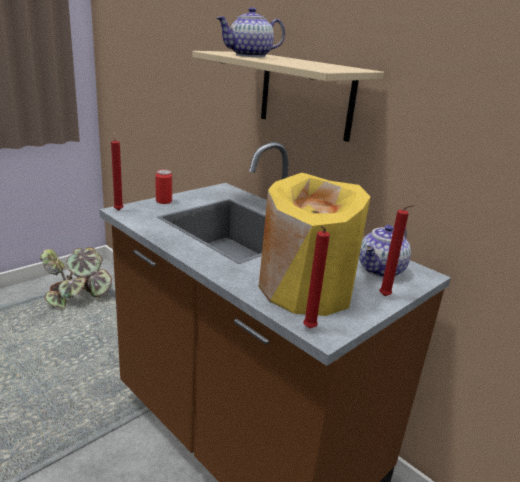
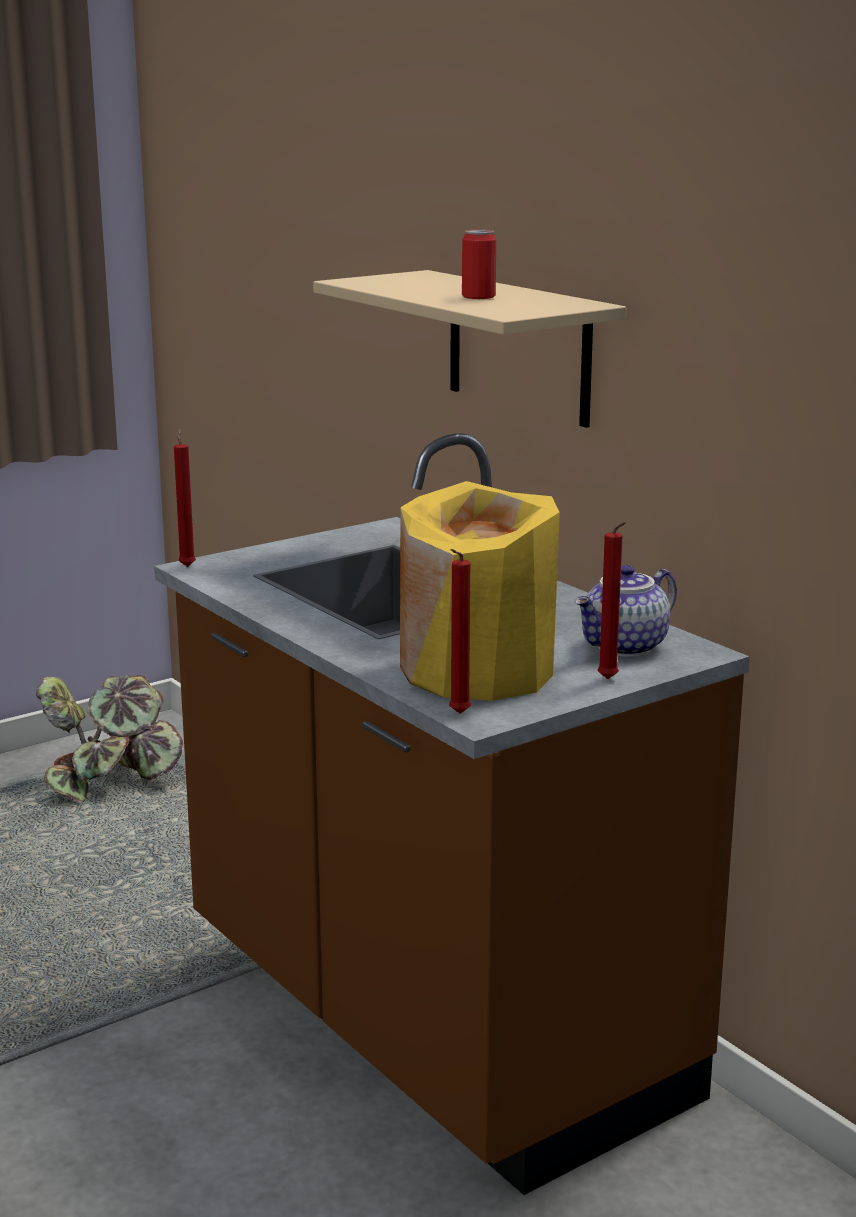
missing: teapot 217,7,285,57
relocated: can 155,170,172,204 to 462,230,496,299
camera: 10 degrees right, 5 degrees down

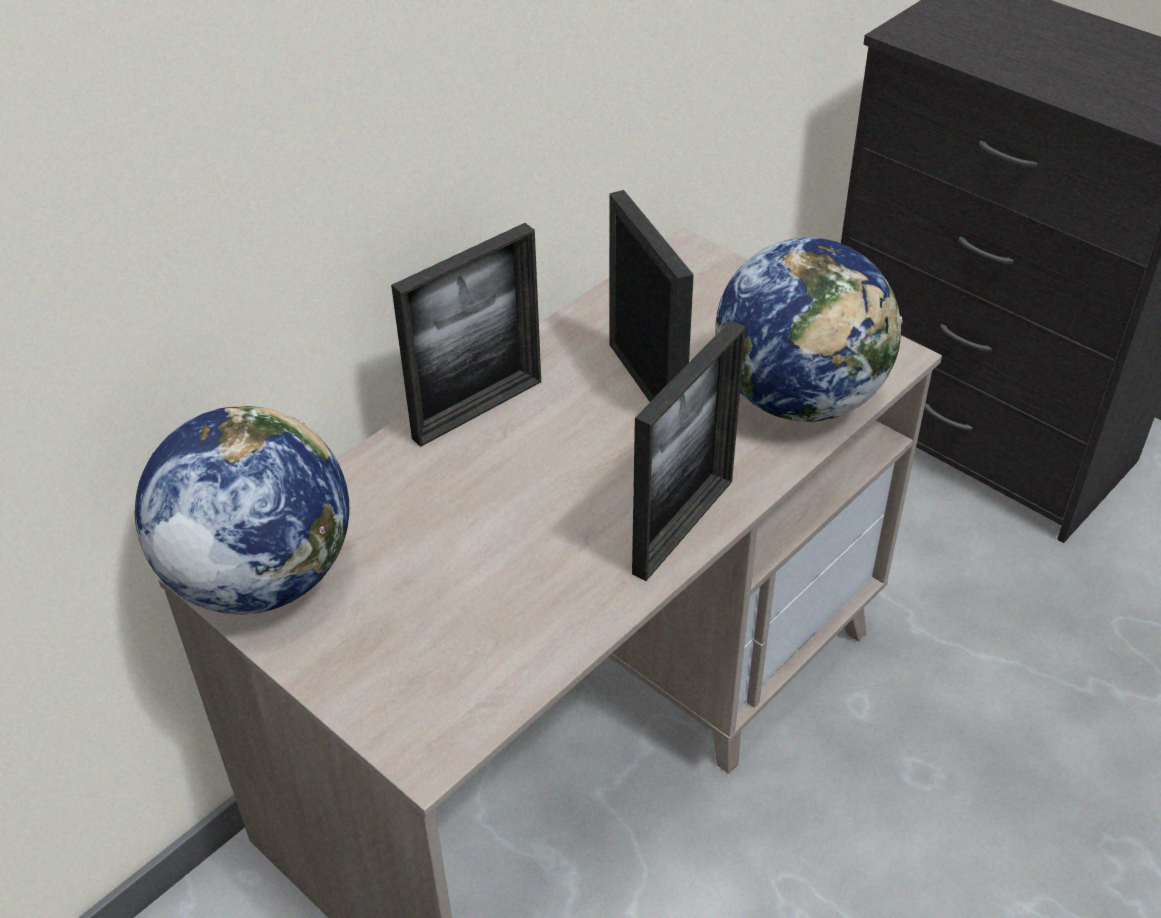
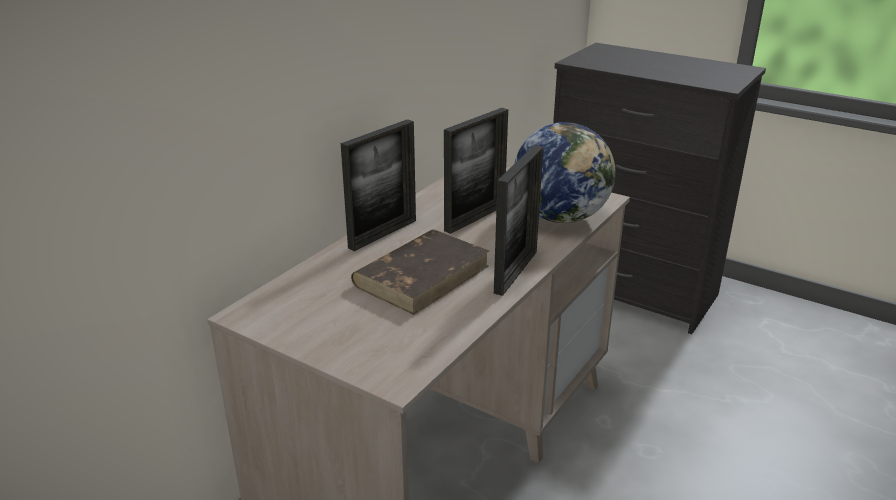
missing: globe 135,406,349,614
appeared: brown book 351,229,489,315
spun: picture frame 609,190,694,402 = 444,108,508,234 75 degrees clockwise
camera: 10 degrees left, 15 degrees down

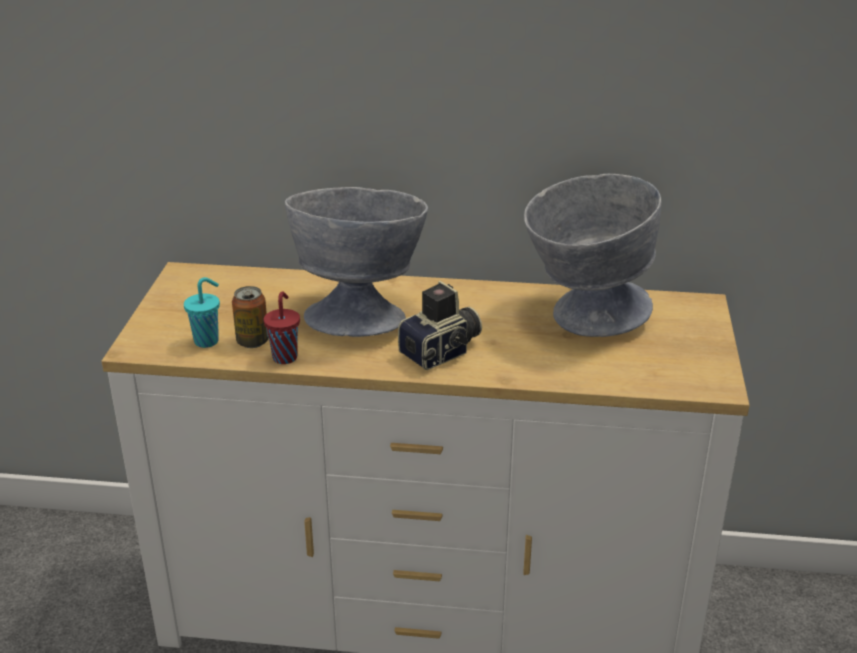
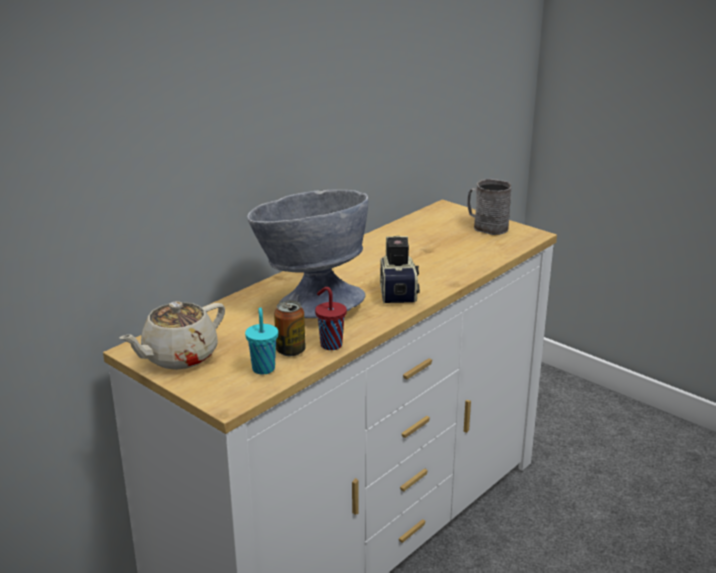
missing: grey bowl 524,174,662,337
appeared: grey mug 467,179,511,235; beige teapot 119,301,225,370
camera: 55 degrees left, 5 degrees down

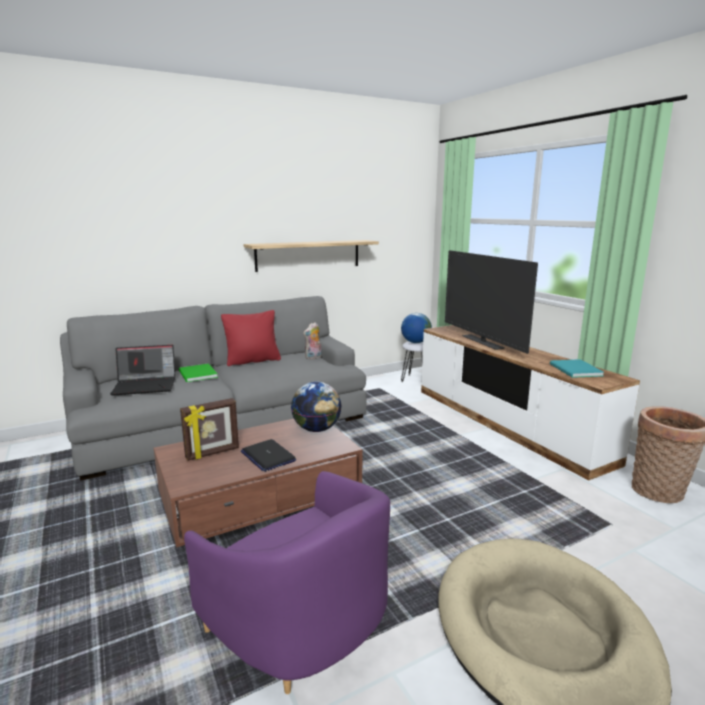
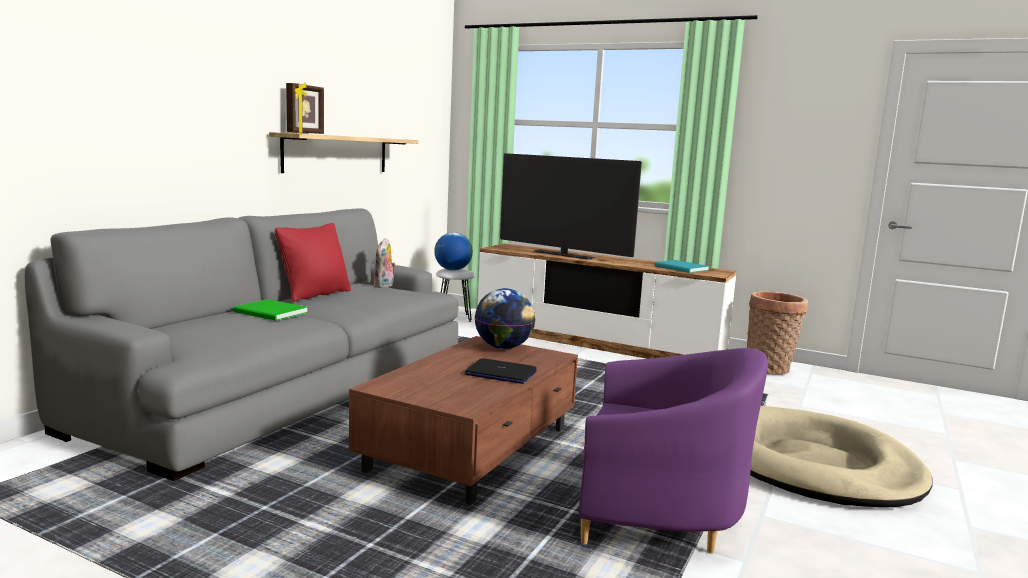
missing: laptop 110,345,176,396
relocated: picture frame 180,398,239,461 to 286,83,324,134
camera: 35 degrees left, 5 degrees down

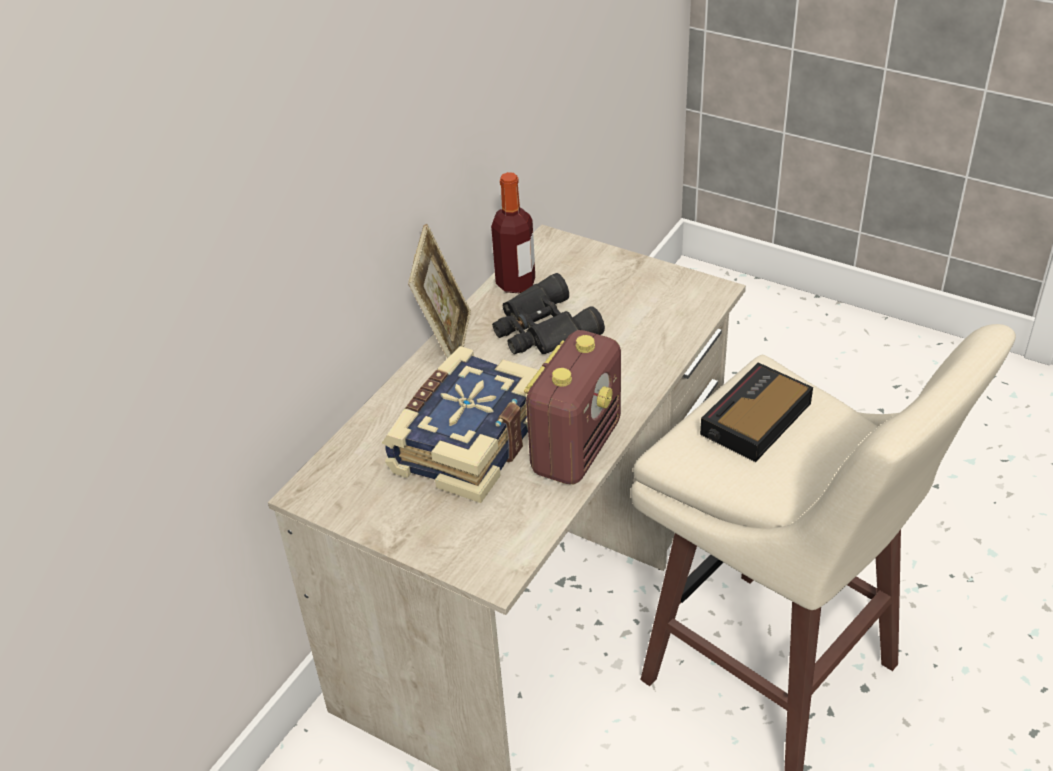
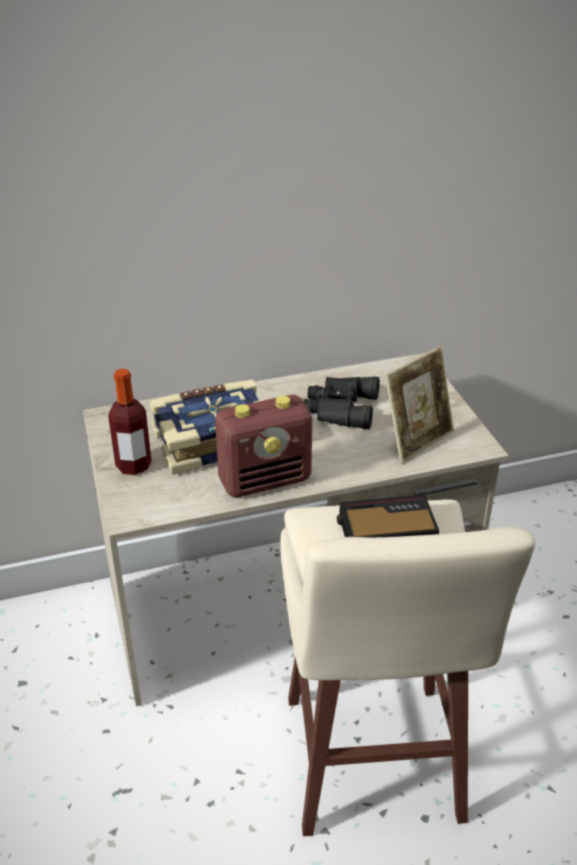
relocated: bottle 491,172,535,293 to 108,369,152,475; picture frame 408,224,471,358 to 385,346,454,464
camera: 40 degrees right, 5 degrees down

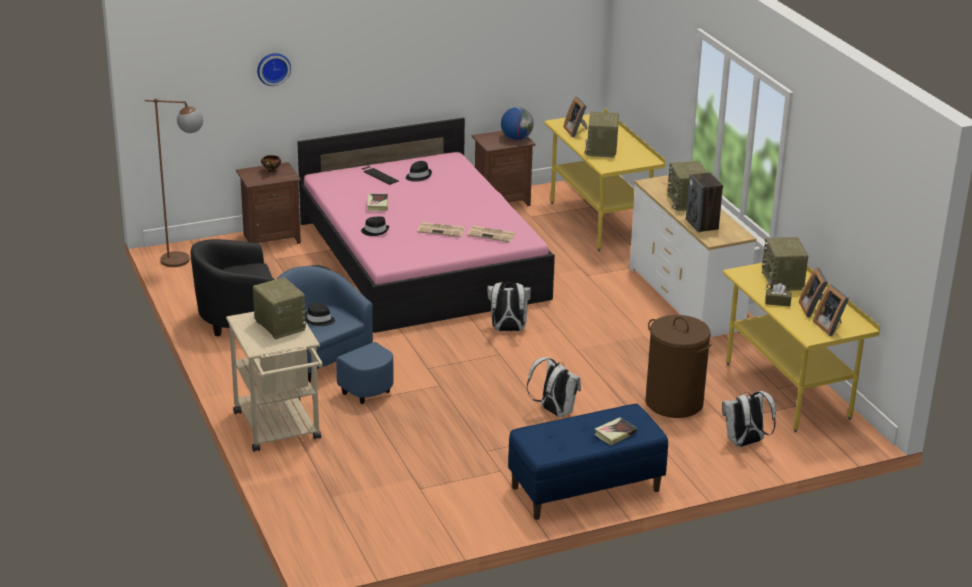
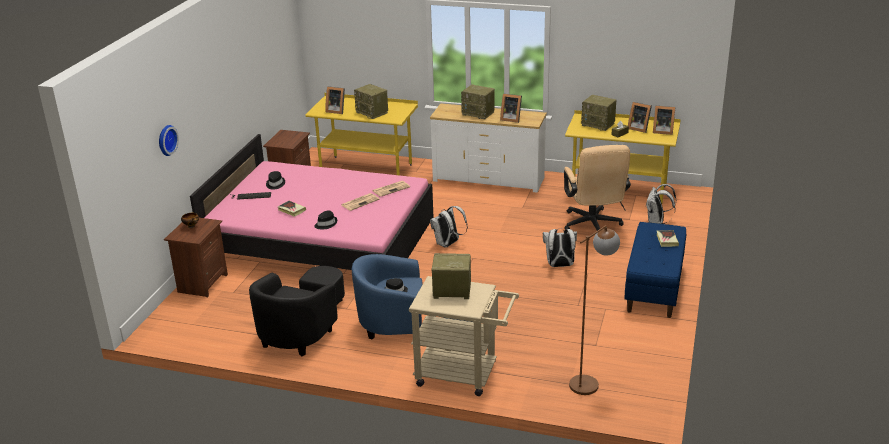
missing: globe 501,107,534,140
relocated: brown floor lamp 145,99,203,267 to 569,225,620,395
exchanged: speaker 686,172,723,232 to picture frame 500,94,522,123; brown laundry basket 645,315,712,418 to beige office chair 564,145,631,231
camera: 50 degrees left, 0 degrees up

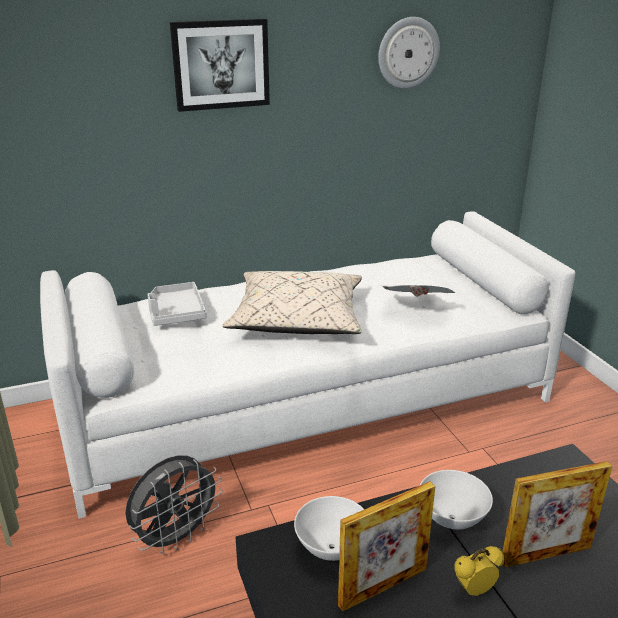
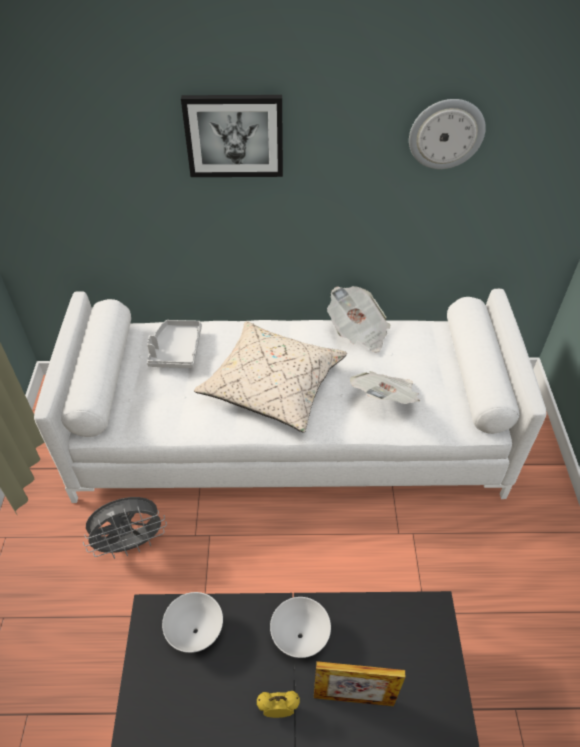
missing: picture frame 338,482,435,612
appeared: newspaper 327,286,391,352
camera: 20 degrees right, 20 degrees up

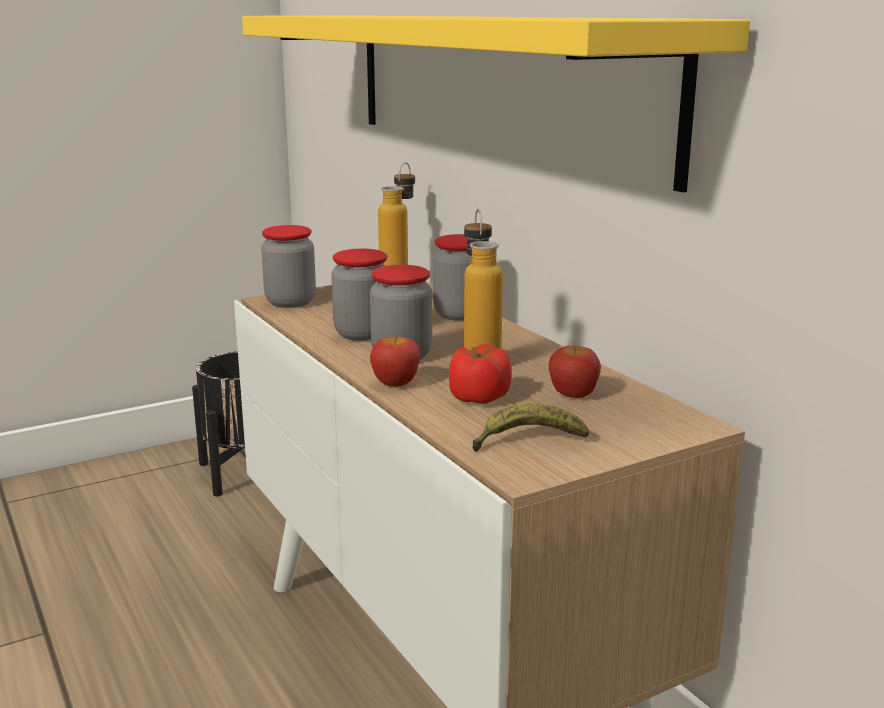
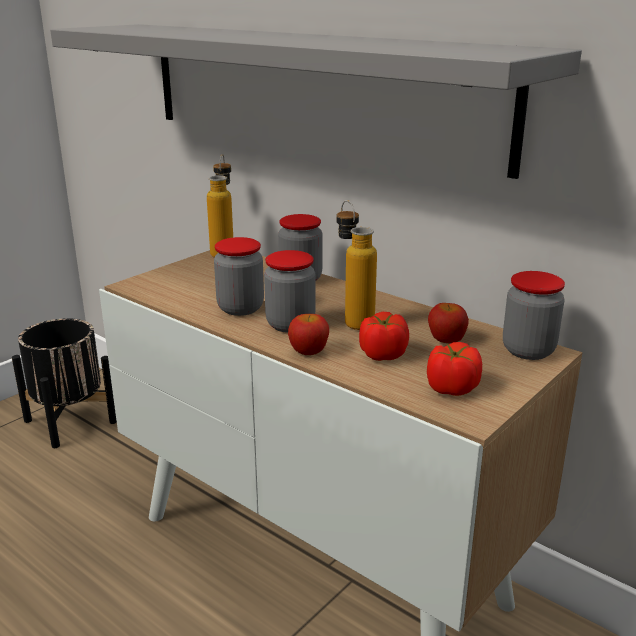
relocated: jar 261,225,316,308 to 503,271,565,360
exchanged: banana 472,403,589,452 to tomato 427,342,482,396
colour: yellow shelf 242,15,750,192 to grey shelf 50,24,582,179
camera: 20 degrees left, 5 degrees up

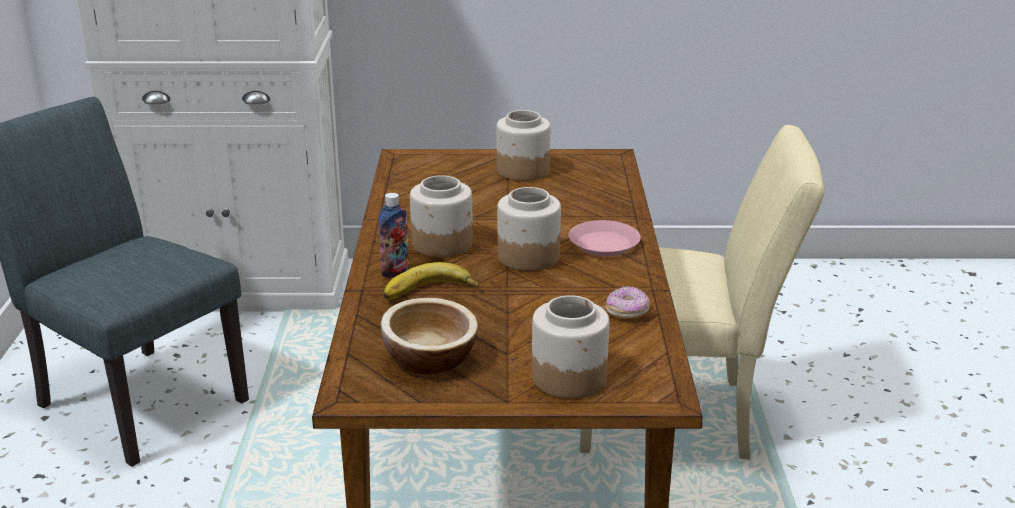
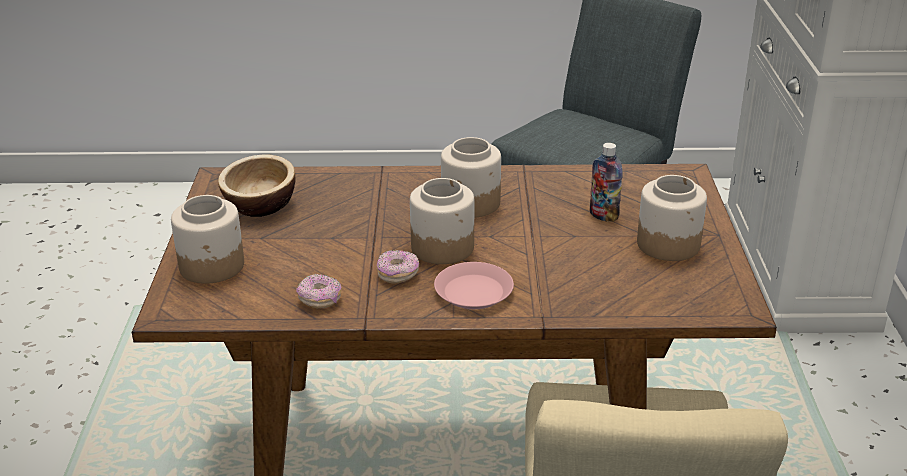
missing: banana 383,262,479,299
appeared: donut 376,250,419,283
relocated: bottle 379,193,409,278 to 590,143,623,222
camera: 90 degrees right, 5 degrees up

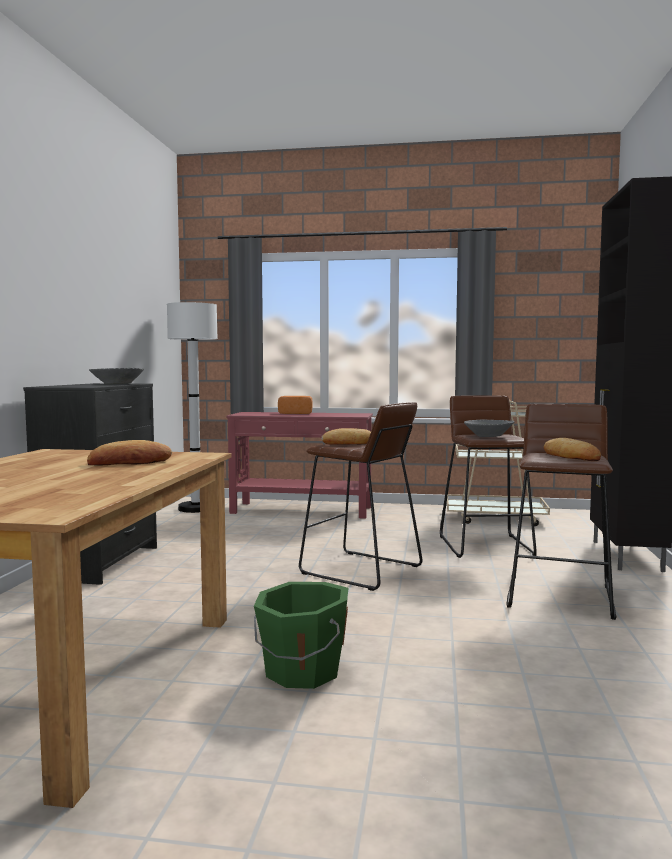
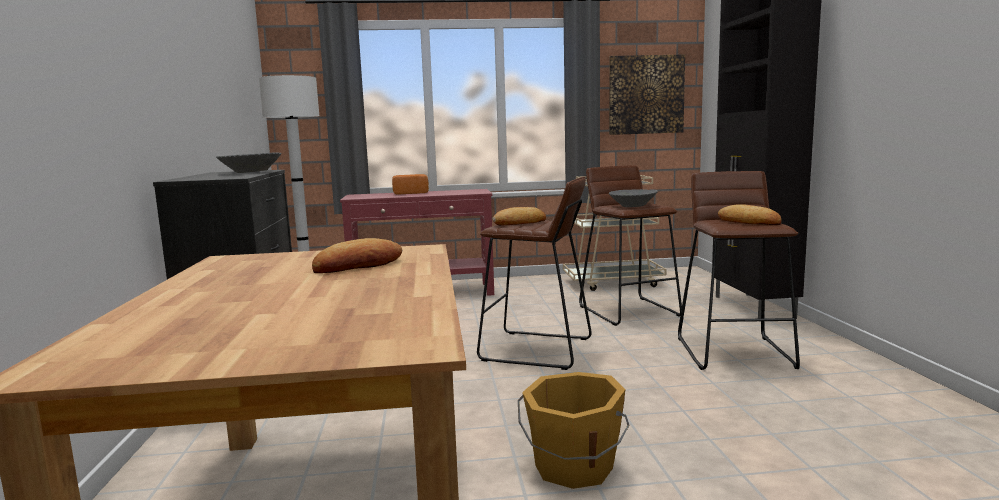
appeared: picture 609,54,685,135
colour: green bucket 254,582,348,689 to orange bucket 518,372,629,489
camera: 15 degrees left, 5 degrees up

